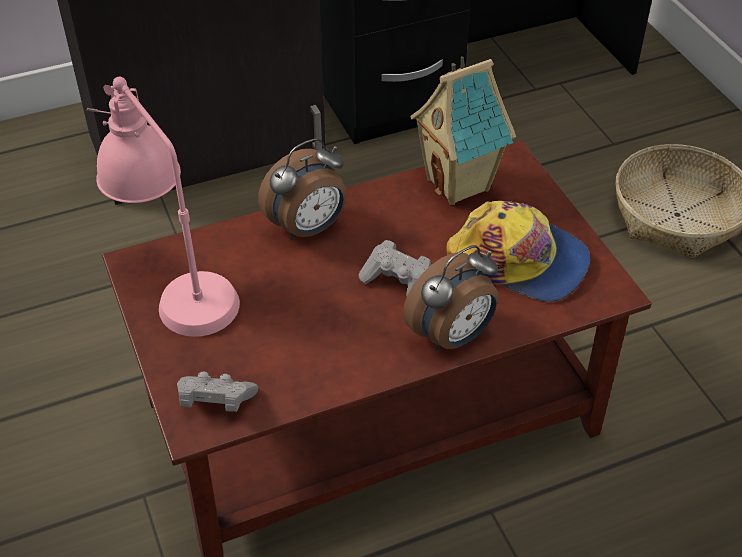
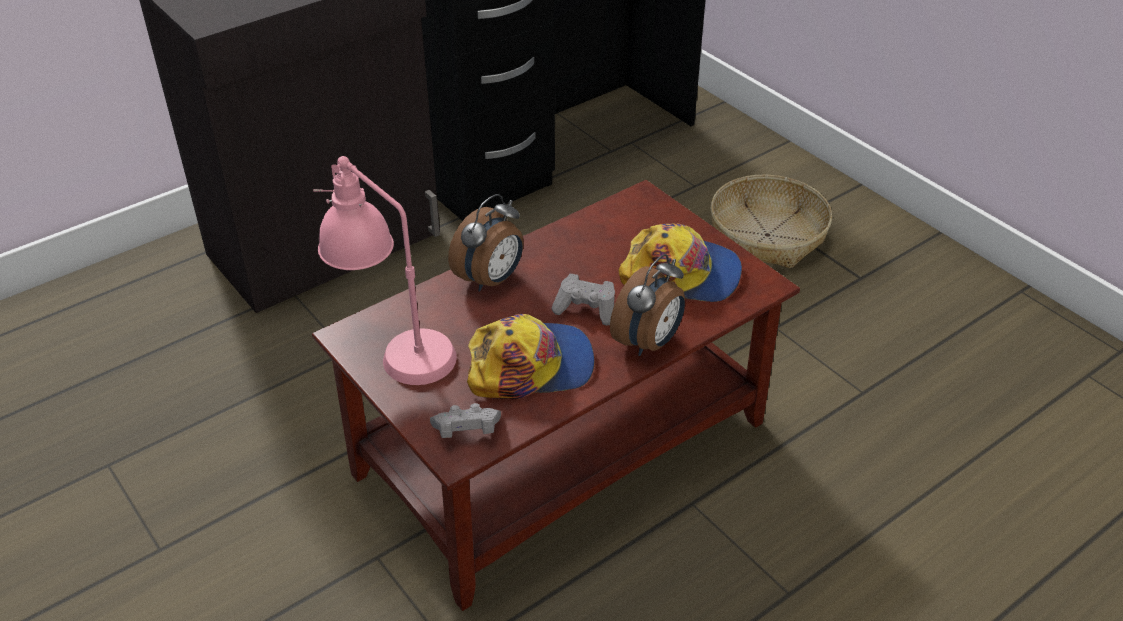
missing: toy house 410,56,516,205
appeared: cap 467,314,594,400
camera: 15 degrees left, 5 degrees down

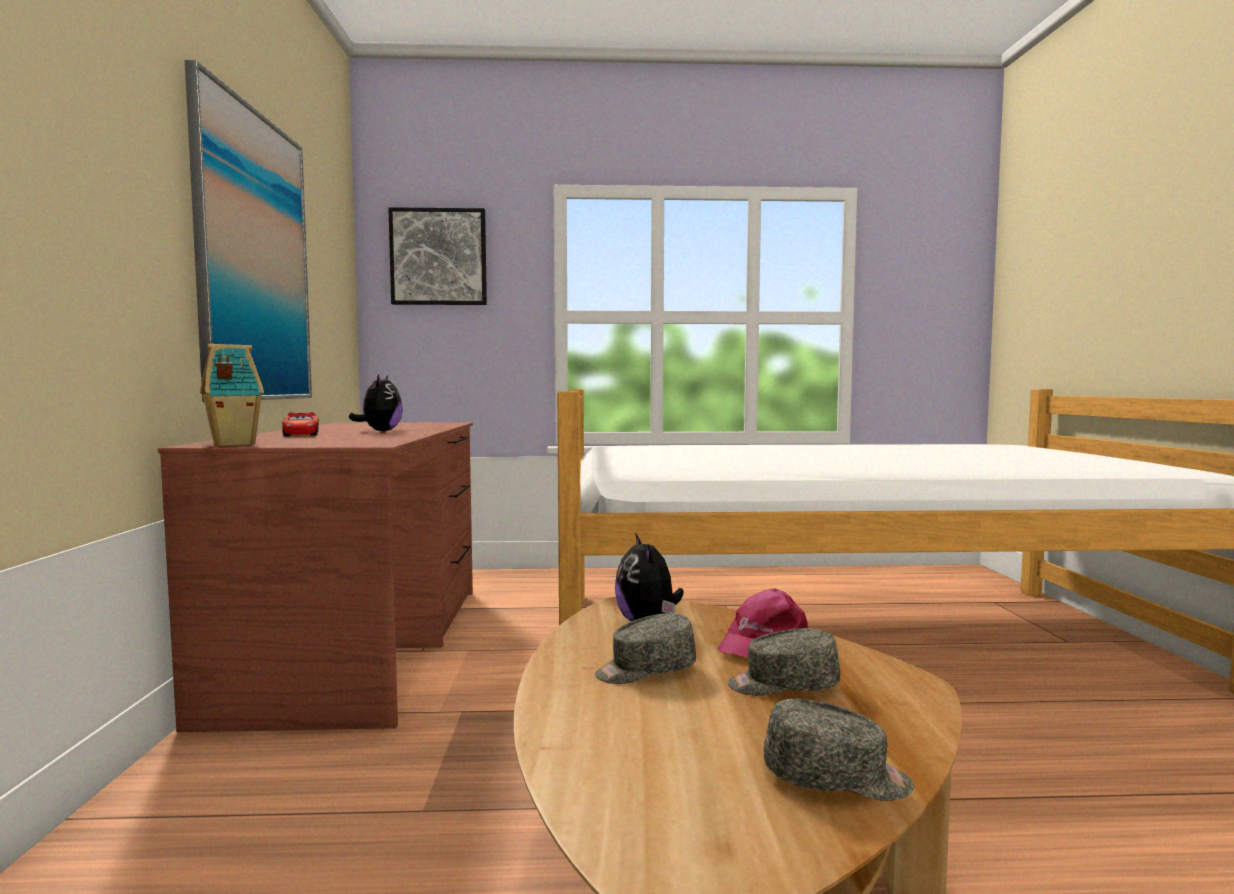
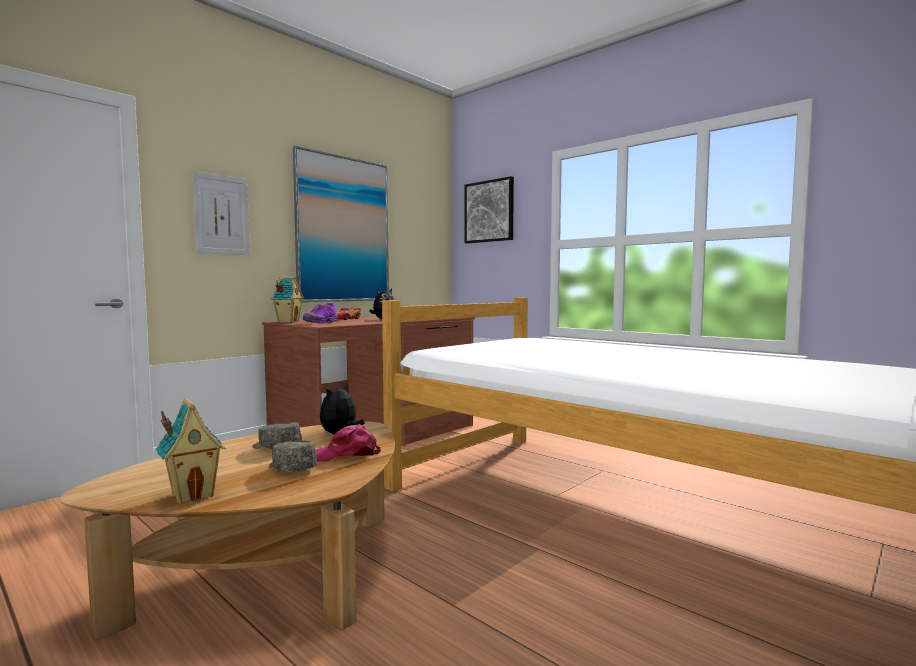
appeared: picture 192,171,250,255; purple shoe 303,303,338,323
exchanged: grey cap 764,699,914,801 to toy house 156,398,226,504
camera: 45 degrees right, 0 degrees up

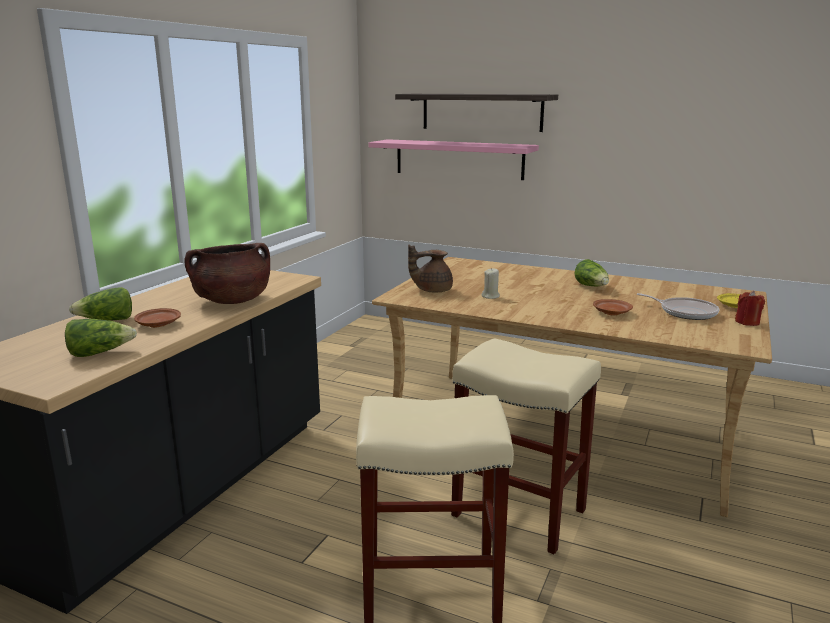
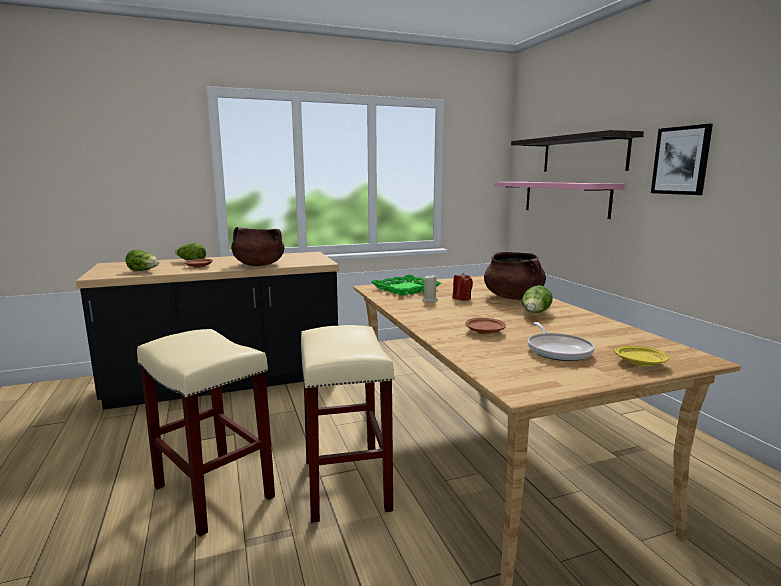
appeared: picture 651,124,713,195; brown cooking pot 484,251,546,300
relocated: red candle 735,291,765,326 to 453,273,473,300
exchanged: brown teapot 408,245,453,292 to green tray 371,275,441,295
camera: 45 degrees right, 5 degrees down

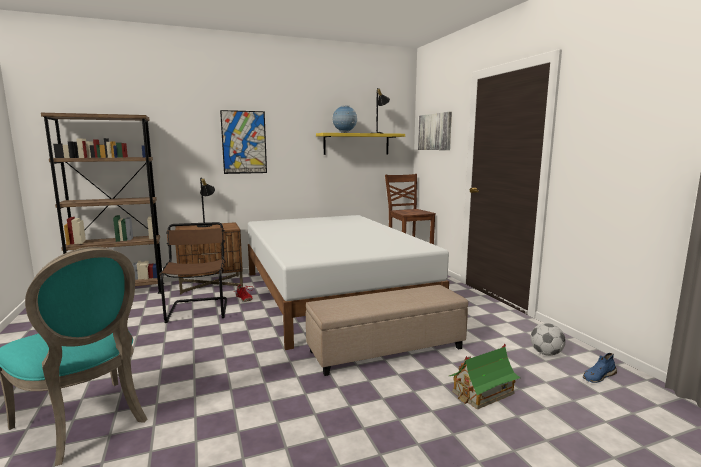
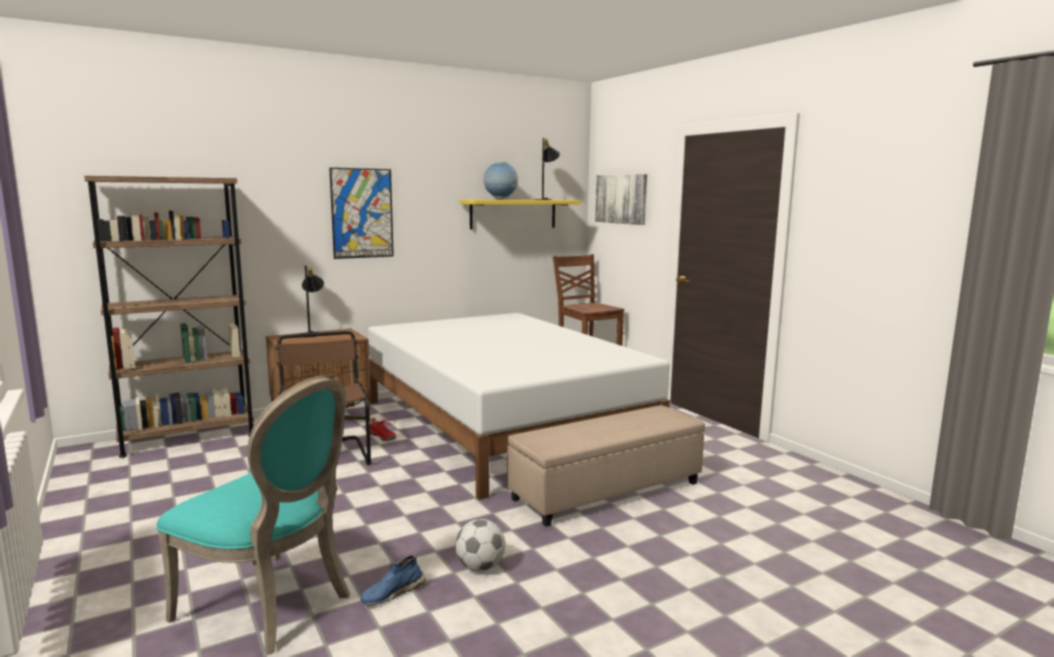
missing: toy house 449,343,520,410
relocated: football 531,323,566,356 to 455,519,505,571; blue shoe 583,353,617,383 to 361,555,426,606
camera: 10 degrees left, 0 degrees up

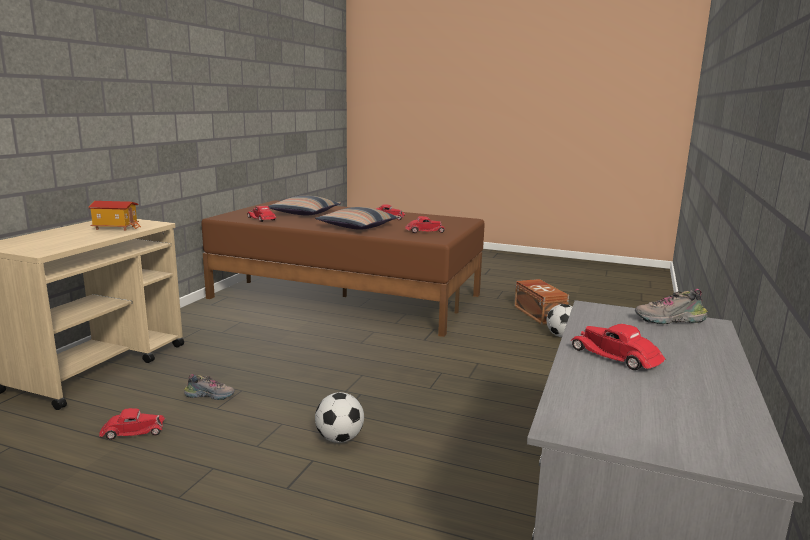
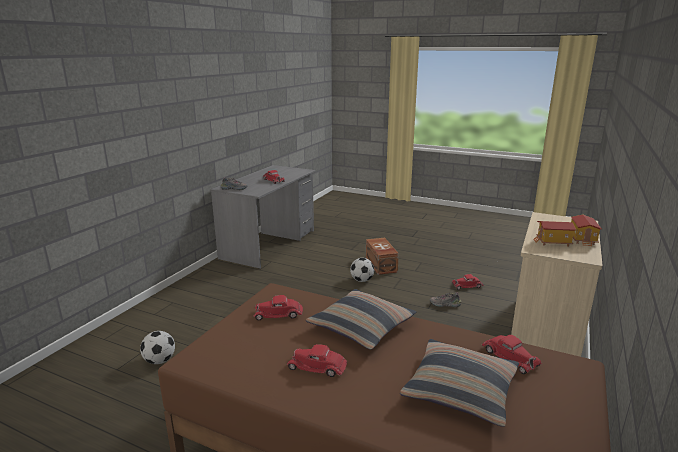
appeared: toy house 571,215,602,247
relocated: brown storage box 514,279,569,325 to 366,238,399,275
camera: 175 degrees left, 5 degrees up

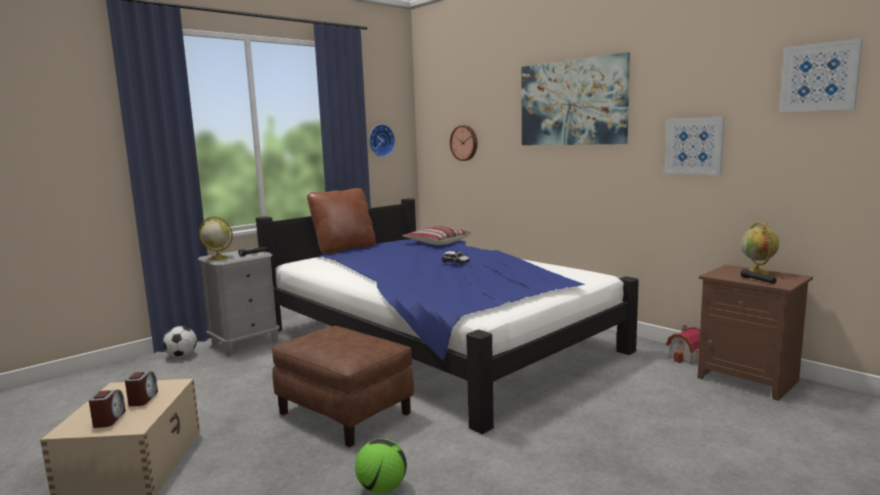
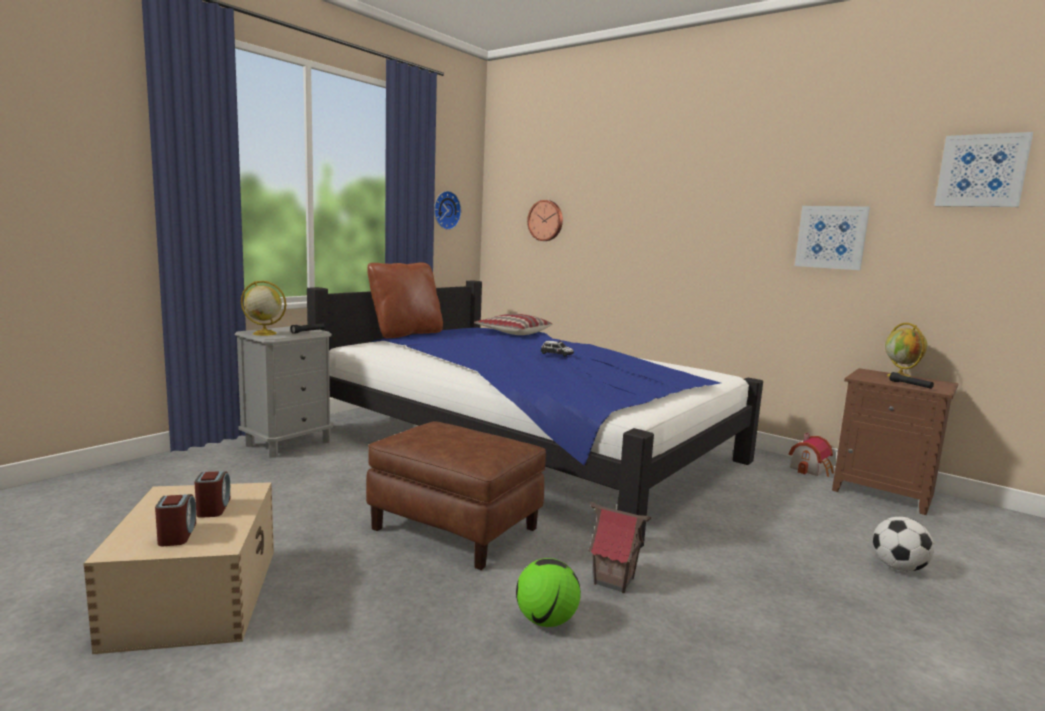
missing: picture 521,52,630,145
appeared: toy house 588,502,651,593
relocated: football 163,326,197,358 to 873,517,934,572
camera: 10 degrees left, 0 degrees up

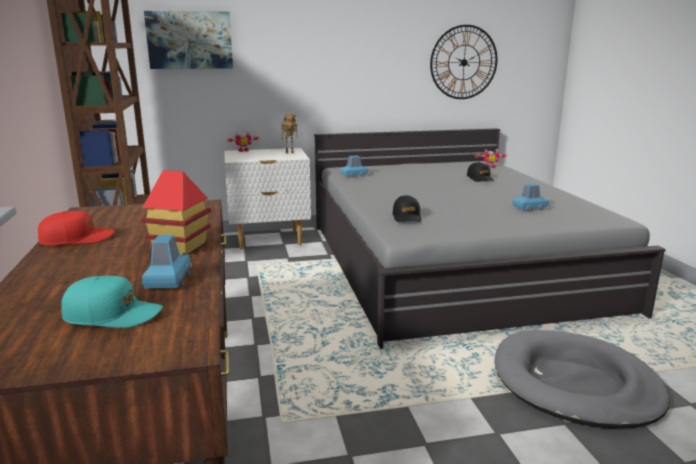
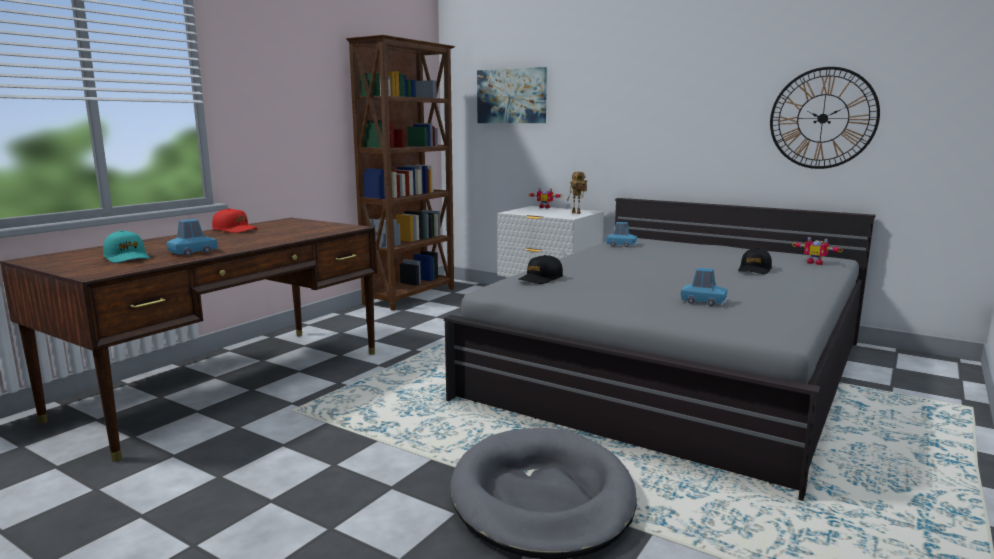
missing: toy house 141,170,211,254
camera: 45 degrees right, 5 degrees down

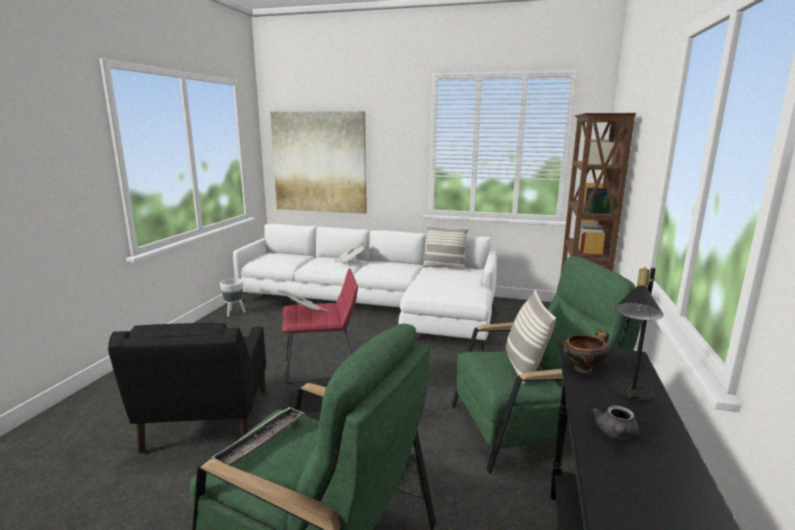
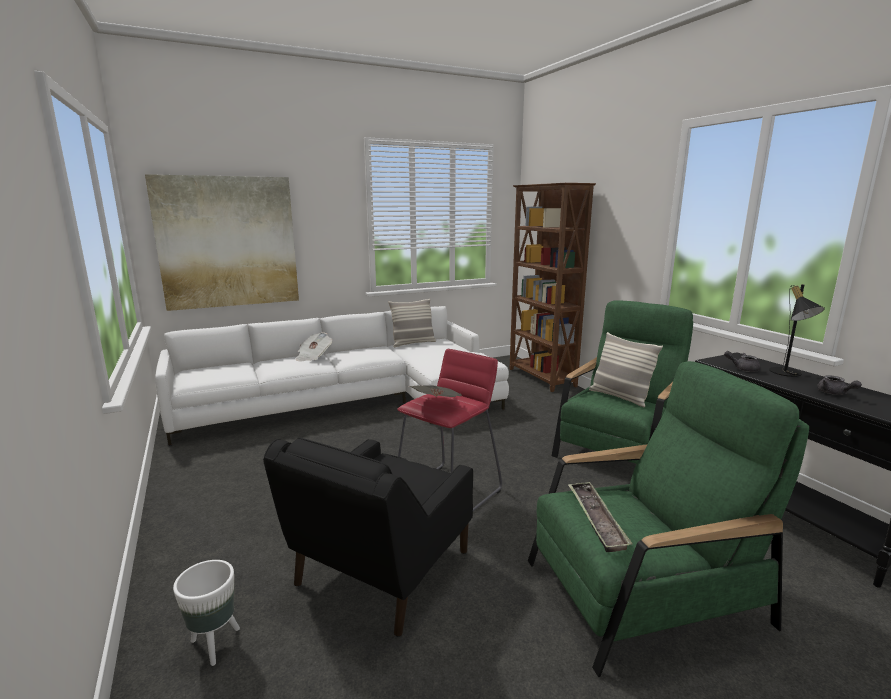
relocated: white planter 220,278,246,317 to 173,560,240,666
exchanged: bowl 564,329,609,373 to grey teapot 724,351,760,372
spun: black armchair 108,323,266,453 = 263,437,473,637 75 degrees clockwise
camera: 40 degrees left, 0 degrees up

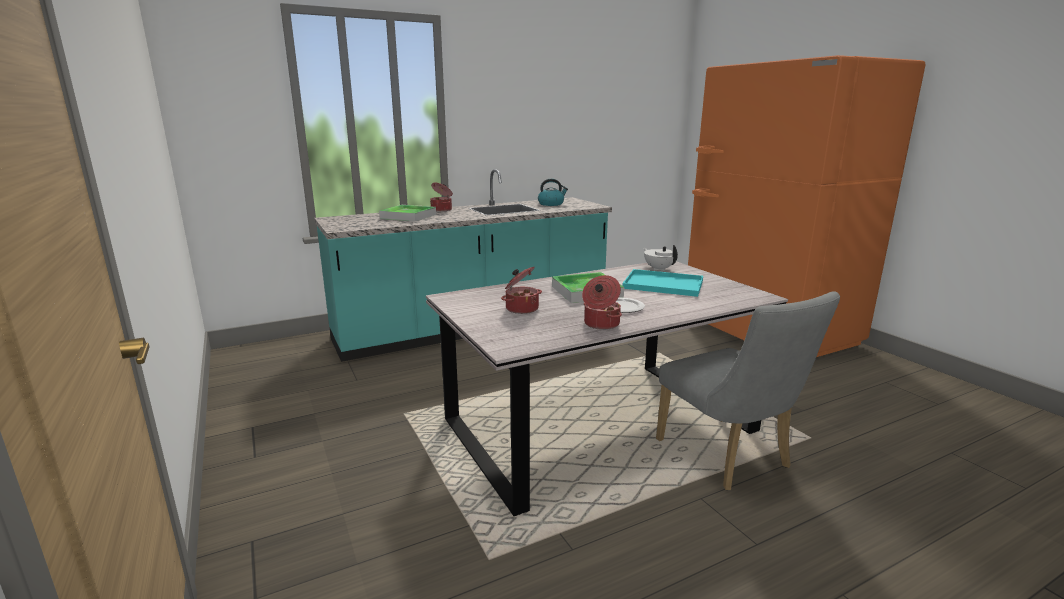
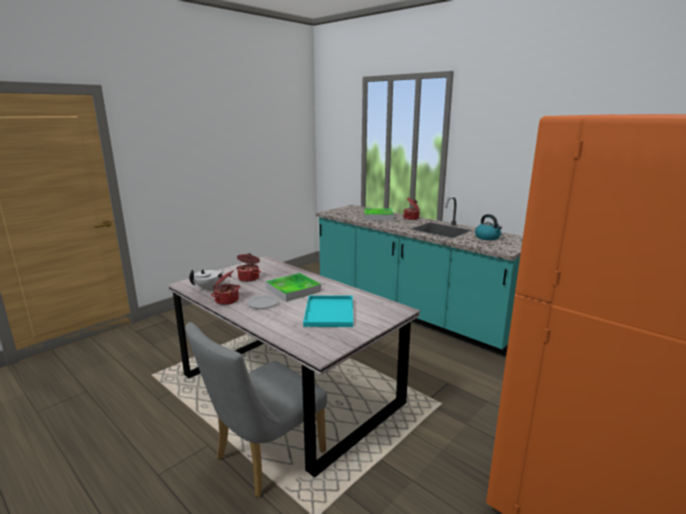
relocated: white teapot 643,245,678,271 to 189,269,224,290
camera: 70 degrees right, 0 degrees up

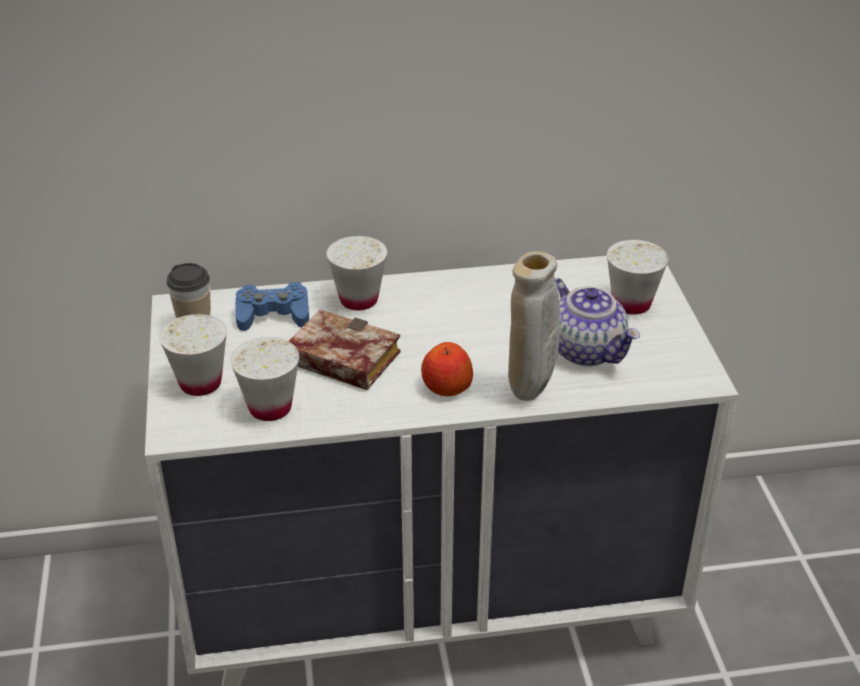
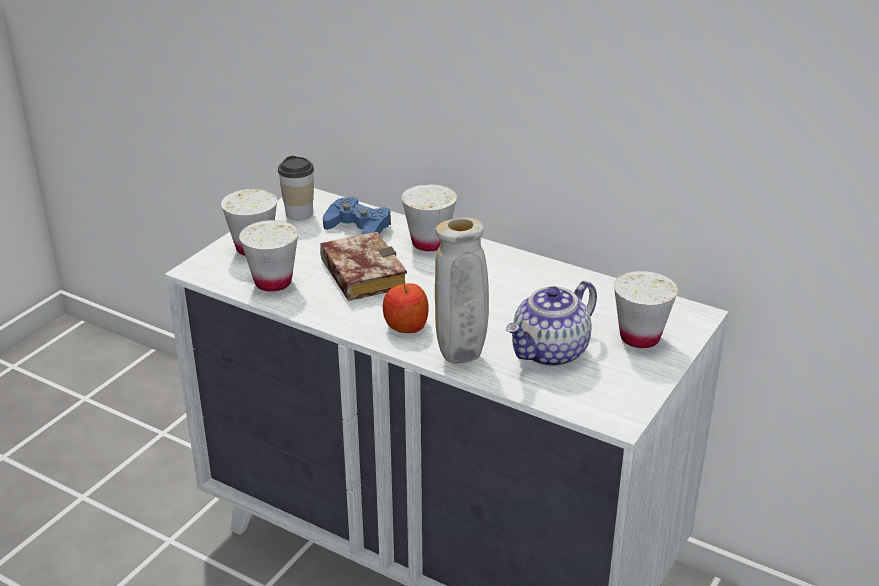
spun: teapot 554,278,640,366 = 506,281,597,367 45 degrees clockwise
camera: 40 degrees right, 5 degrees down

